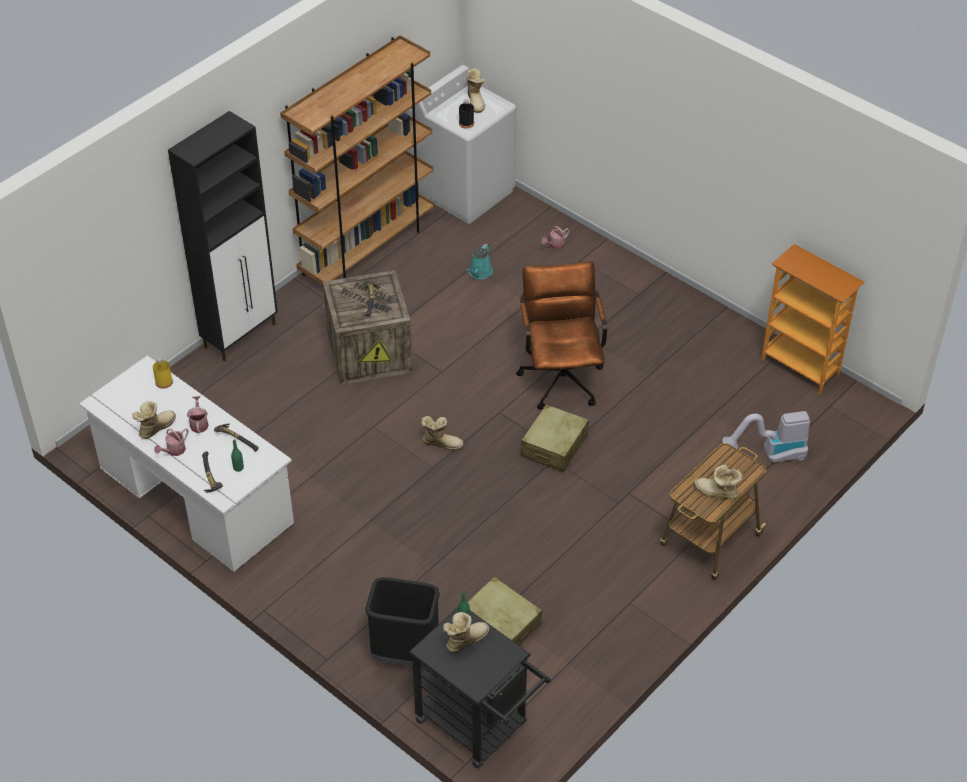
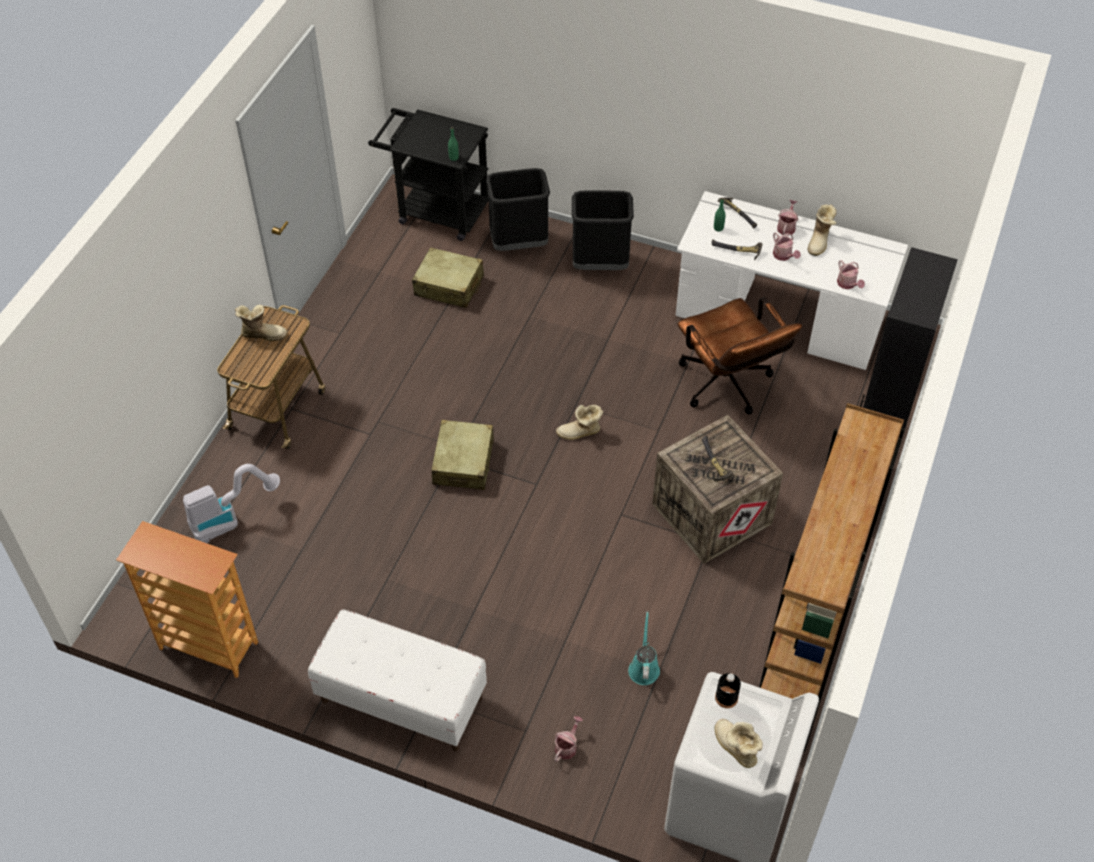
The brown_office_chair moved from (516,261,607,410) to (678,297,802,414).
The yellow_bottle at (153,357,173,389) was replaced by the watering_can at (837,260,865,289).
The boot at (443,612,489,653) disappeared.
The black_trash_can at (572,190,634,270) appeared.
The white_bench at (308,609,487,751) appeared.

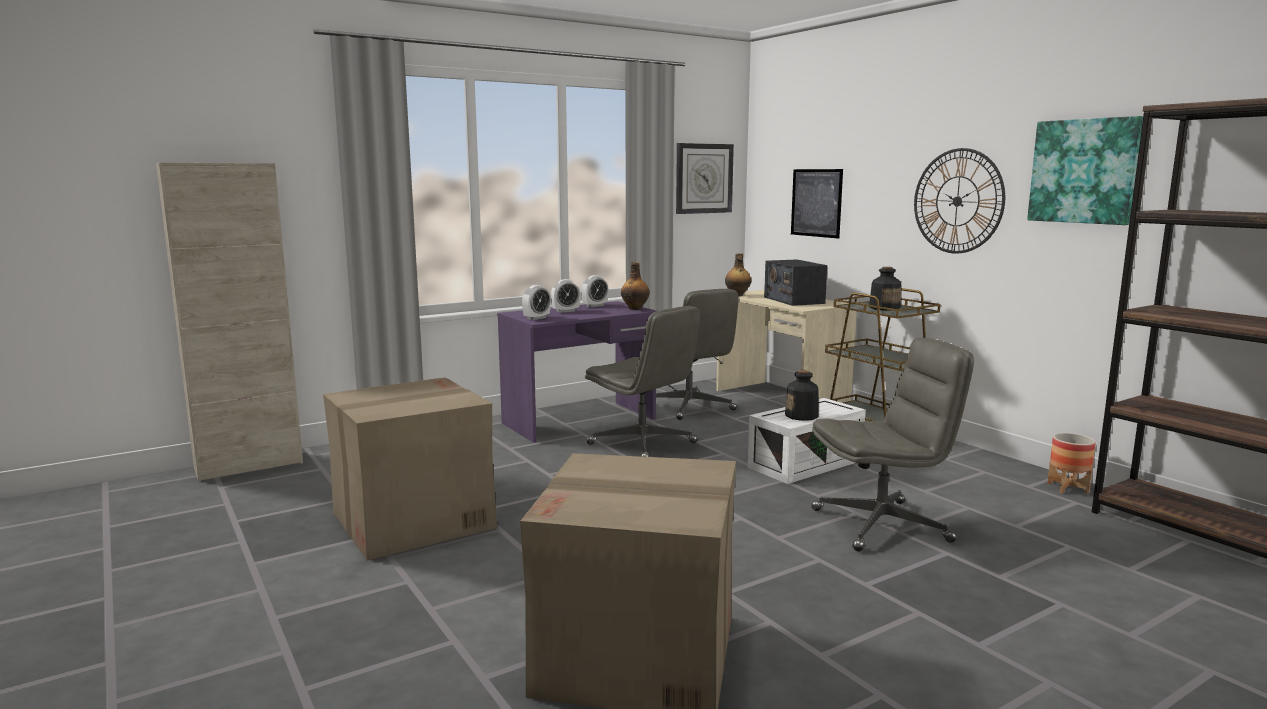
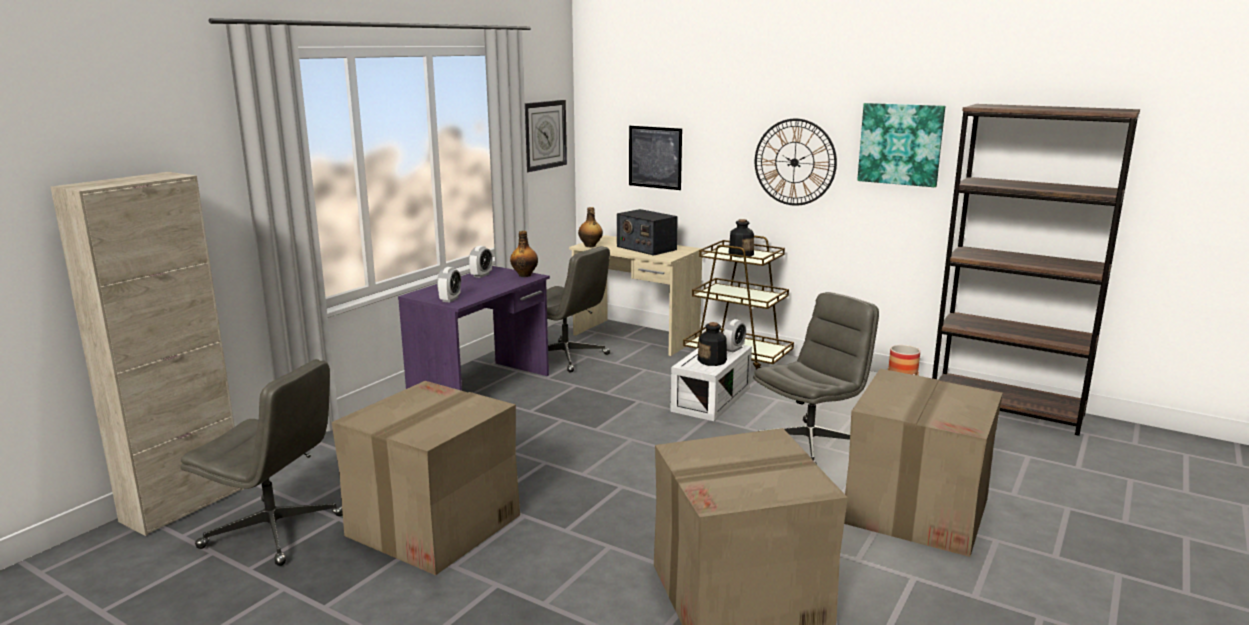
The alarm_clock moved from (551,279,581,313) to (723,319,746,353).
The grey_office_chair moved from (585,306,700,457) to (180,359,343,566).
The cardboard_box at (844,369,1003,557) appeared.

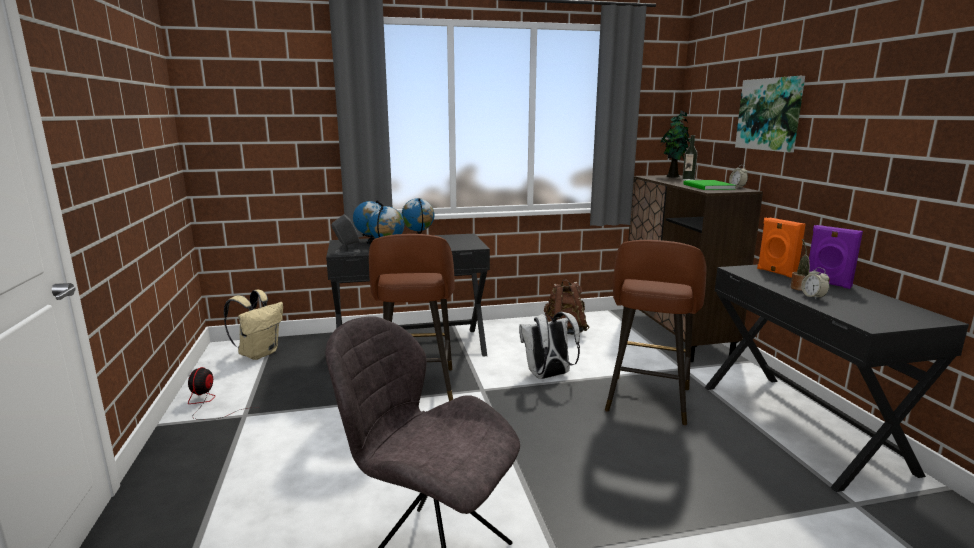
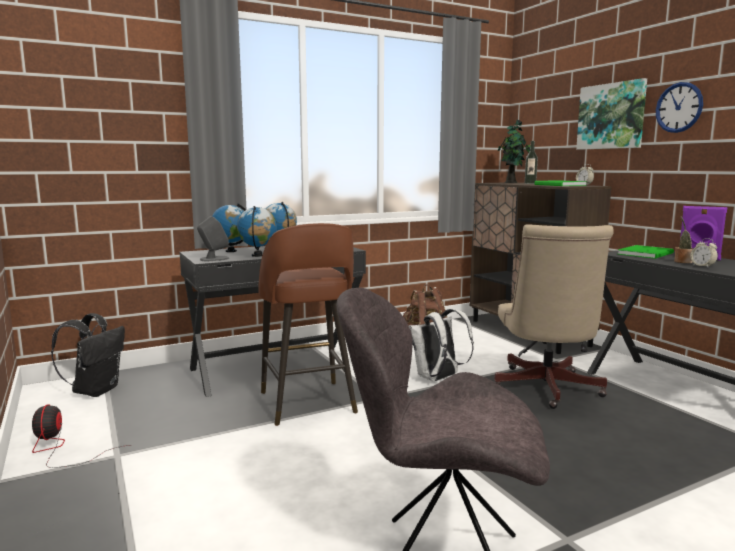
The orange_speaker at (757,218,806,278) was replaced by the green_book at (618,245,674,259).
The brown_stool at (605,240,706,425) was replaced by the beige_office_chair at (494,224,614,409).
The beige_backpack at (224,290,283,360) became the black_backpack at (51,313,125,397).
The wall_clock at (656,82,703,133) appeared.

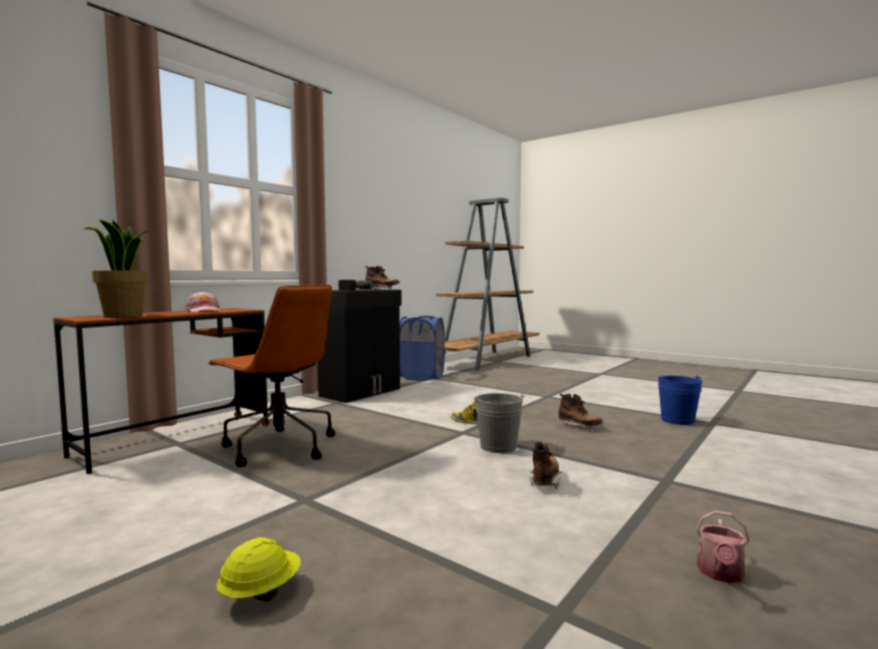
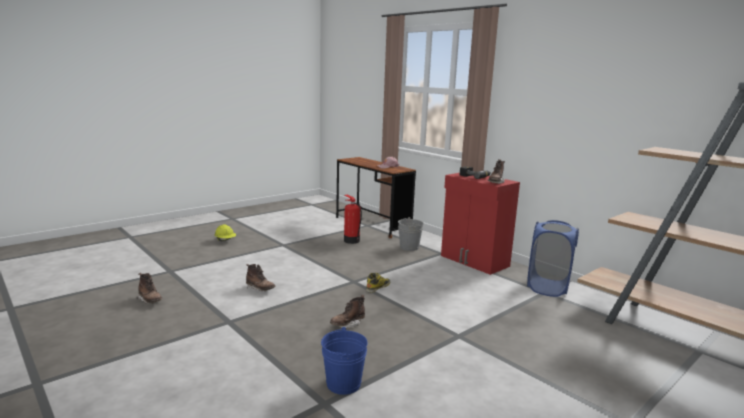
The potted_plant at (83,220,149,318) disappeared.
The brown_office_chair at (207,285,335,467) was replaced by the fire_extinguisher at (344,195,362,244).
The black_cabinet at (318,289,402,403) became the red_cabinet at (441,173,520,275).
The grey_bucket moved from (474,393,526,453) to (398,217,423,251).
The watering_can at (696,510,749,583) was replaced by the brown_boot at (137,273,162,304).

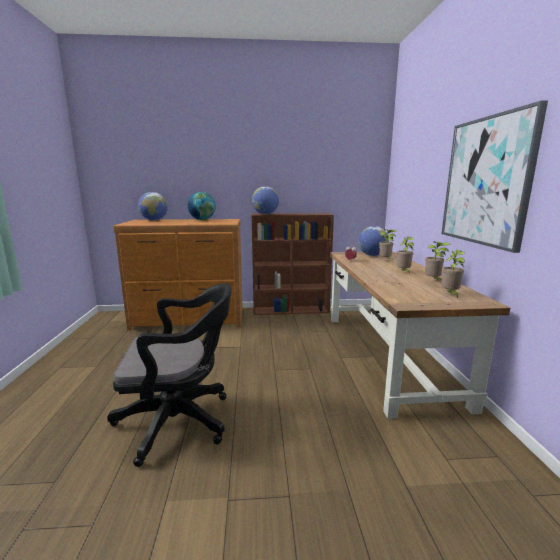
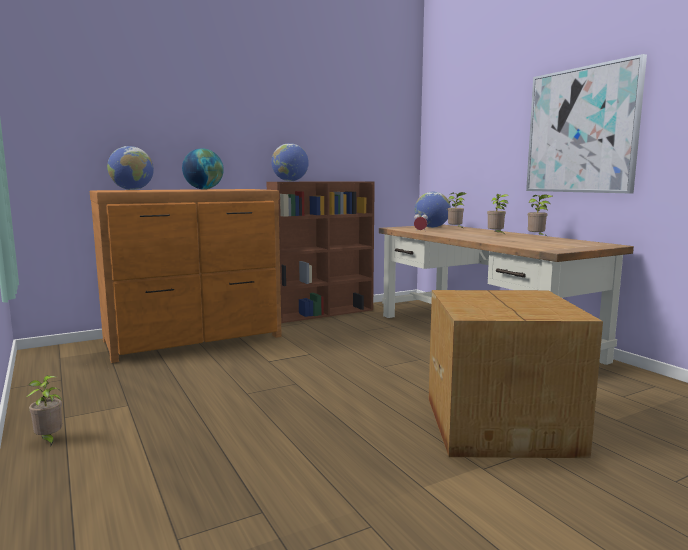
The potted_plant moved from (441,249,465,298) to (27,376,62,445).
The black_office_chair at (107,283,232,467) disappeared.
The cardboard_box at (429,290,603,458) appeared.

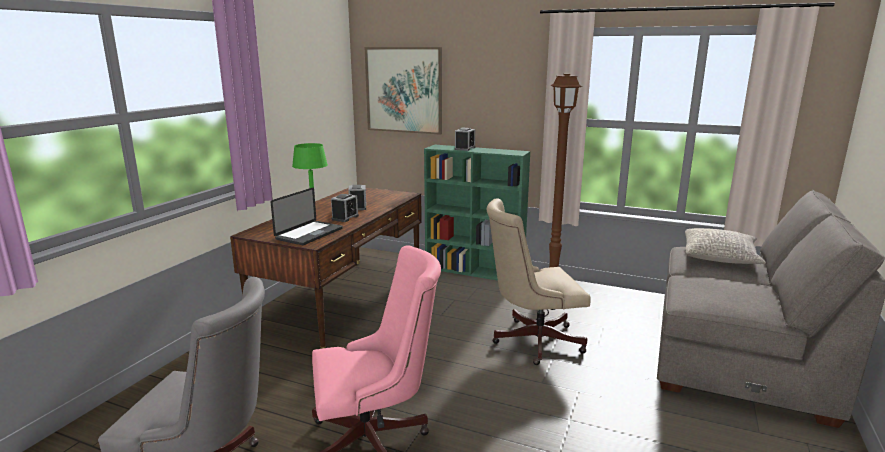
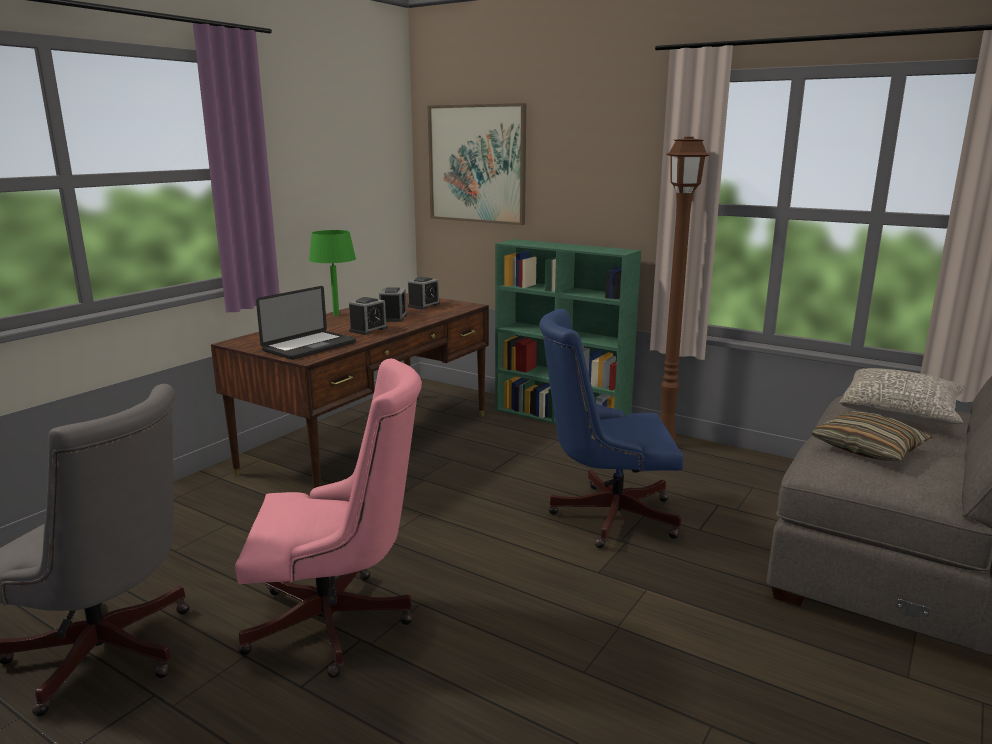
The alarm_clock moved from (455,128,475,151) to (408,277,440,310).
The beige_office_chair at (487,198,591,365) became the blue_office_chair at (539,309,683,548).
The pillow at (811,411,933,461) appeared.

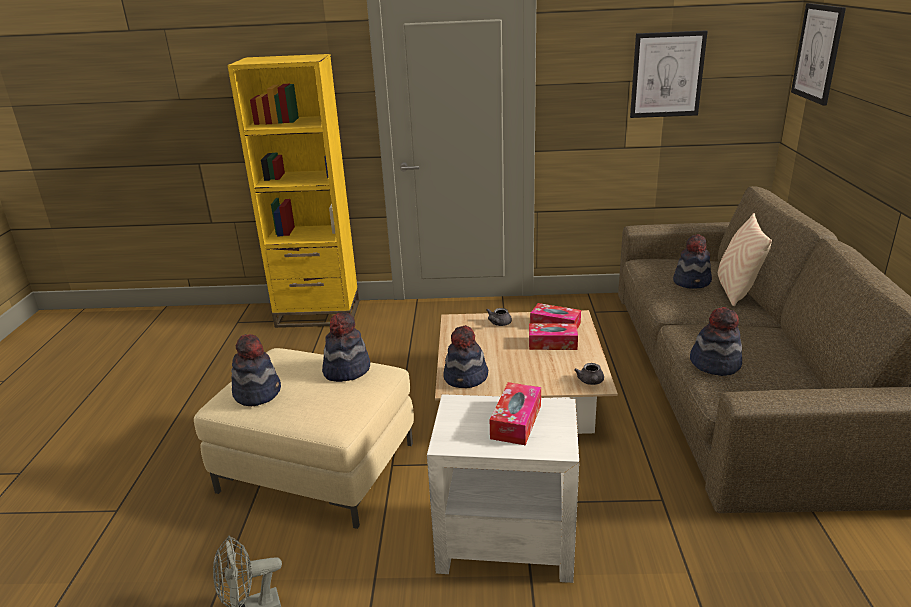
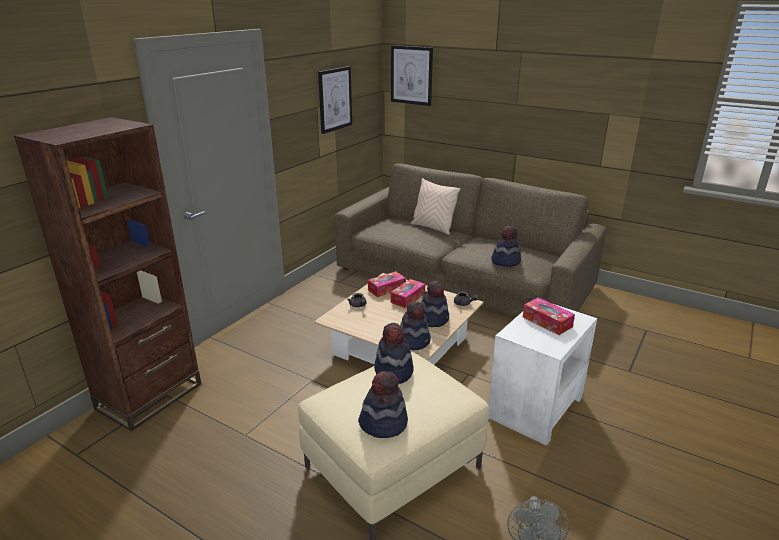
The yellow_bookcase at (227,54,359,328) became the brown_bookcase at (14,117,201,431).
The hat moved from (673,234,712,289) to (421,281,449,327).

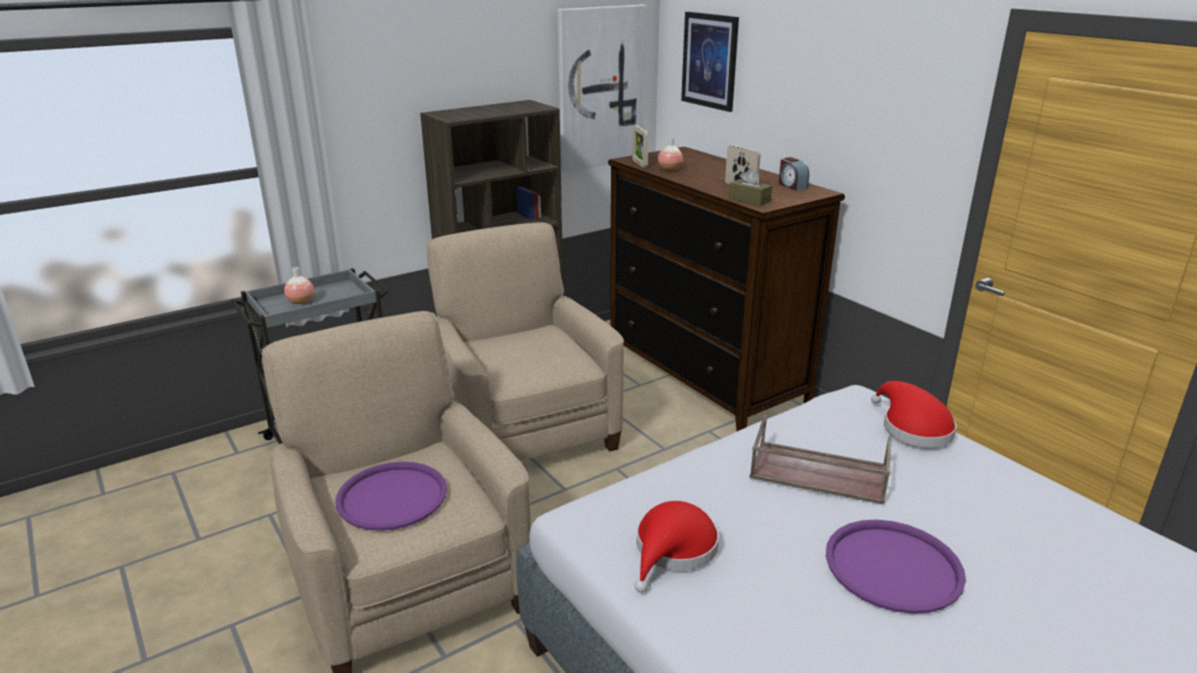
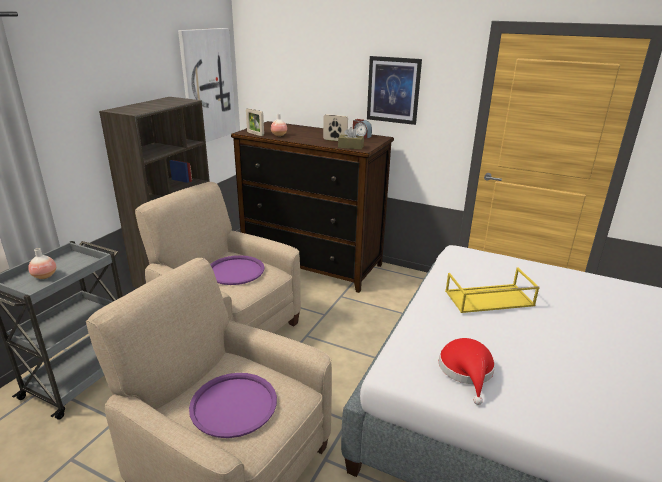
The picture moved from (681,12,739,112) to (367,56,422,125).
The red_hat at (871,381,957,447) disappeared.
The brown_tray at (749,415,892,504) became the yellow_tray at (445,267,540,313).
The purple_tray moved from (826,520,966,614) to (210,255,265,285).

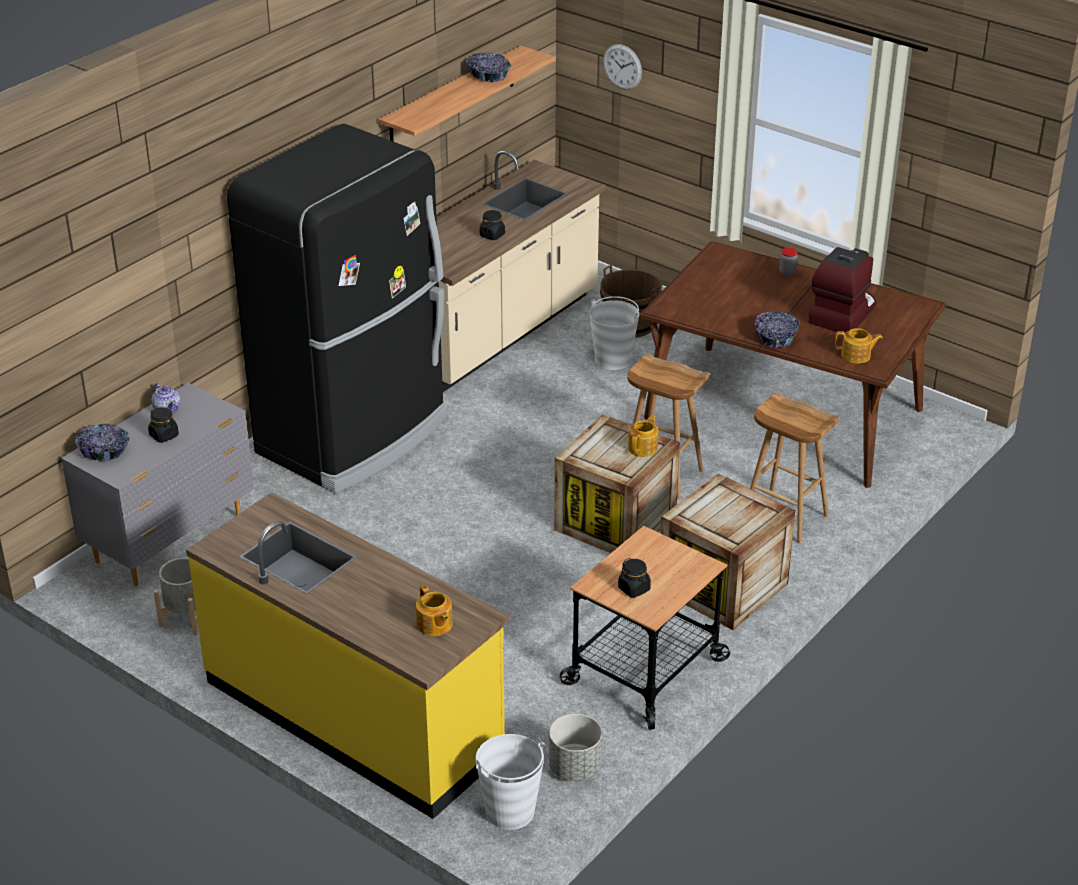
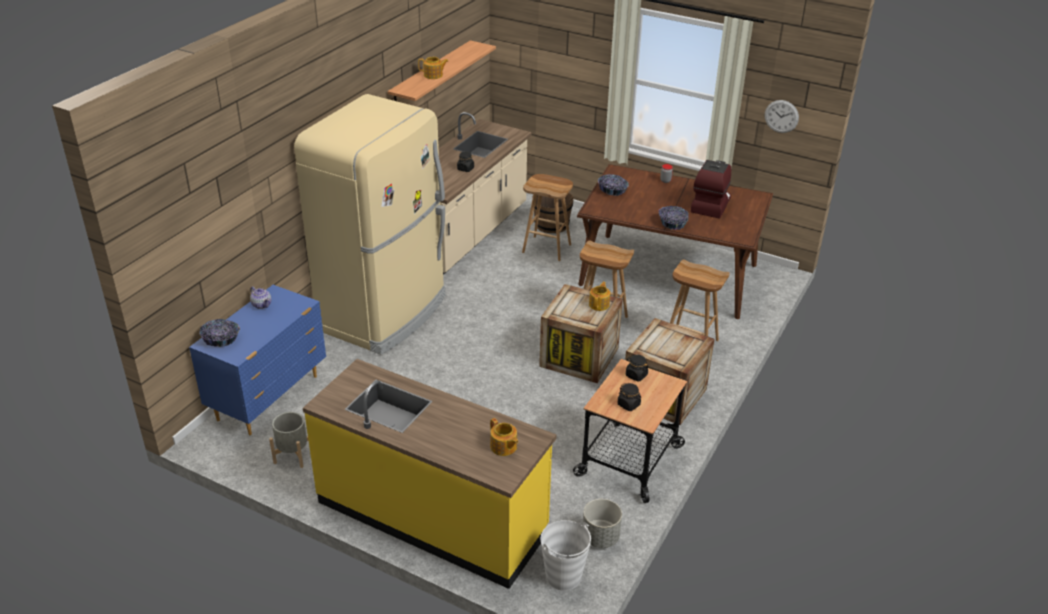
The wall_clock moved from (603,44,642,90) to (765,100,799,133).
The bowl moved from (466,52,511,82) to (598,174,629,196).
The black_fridge at (227,124,446,493) became the beige_fridge at (294,94,446,354).
The white_bucket at (589,296,639,370) was replaced by the brown_stool at (522,174,573,261).
The teapot moved from (835,328,883,364) to (418,57,449,79).
The grey_dresser at (61,383,254,586) became the blue_dresser at (189,285,326,435).
The black_jar moved from (148,408,179,443) to (626,355,648,381).

